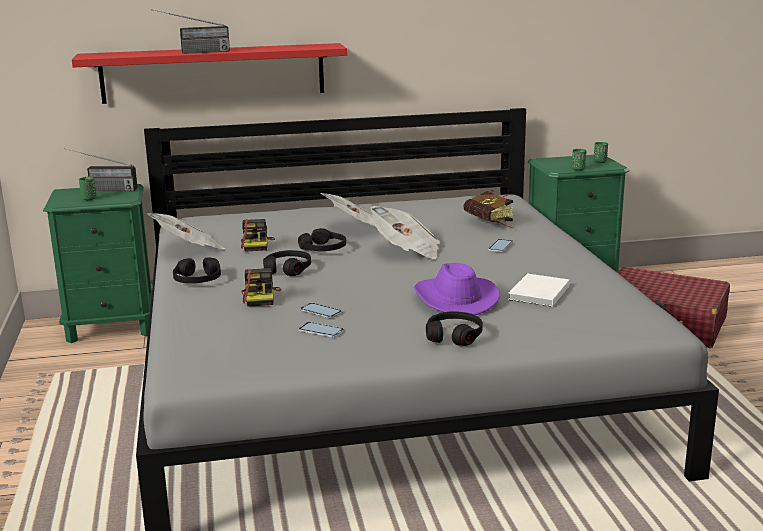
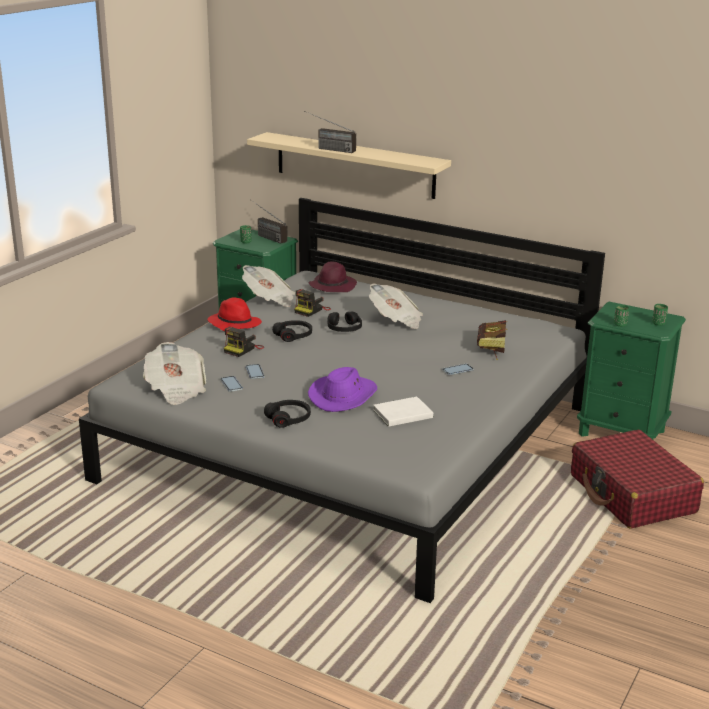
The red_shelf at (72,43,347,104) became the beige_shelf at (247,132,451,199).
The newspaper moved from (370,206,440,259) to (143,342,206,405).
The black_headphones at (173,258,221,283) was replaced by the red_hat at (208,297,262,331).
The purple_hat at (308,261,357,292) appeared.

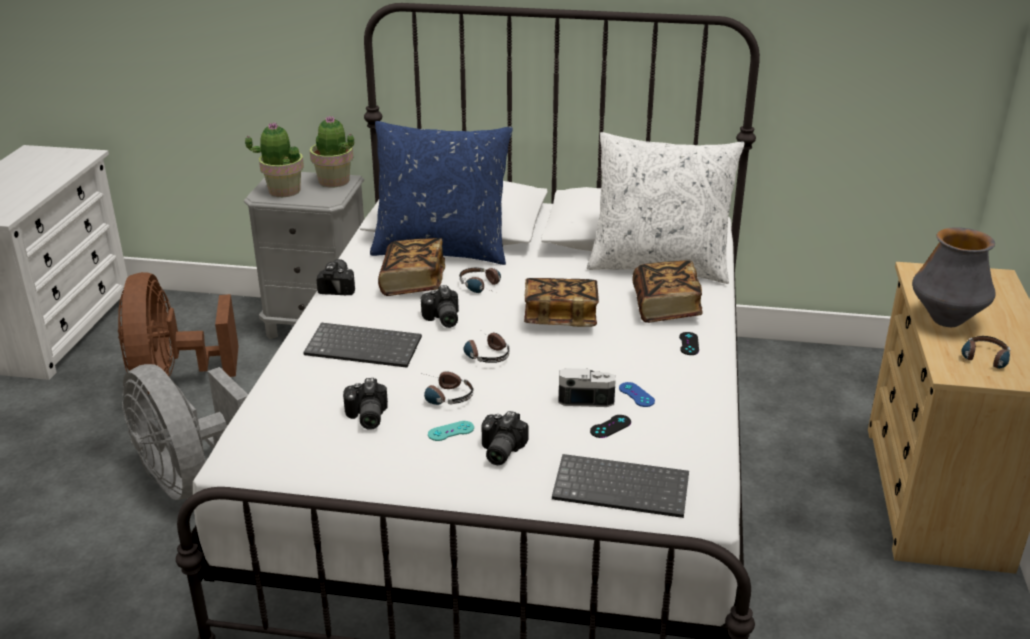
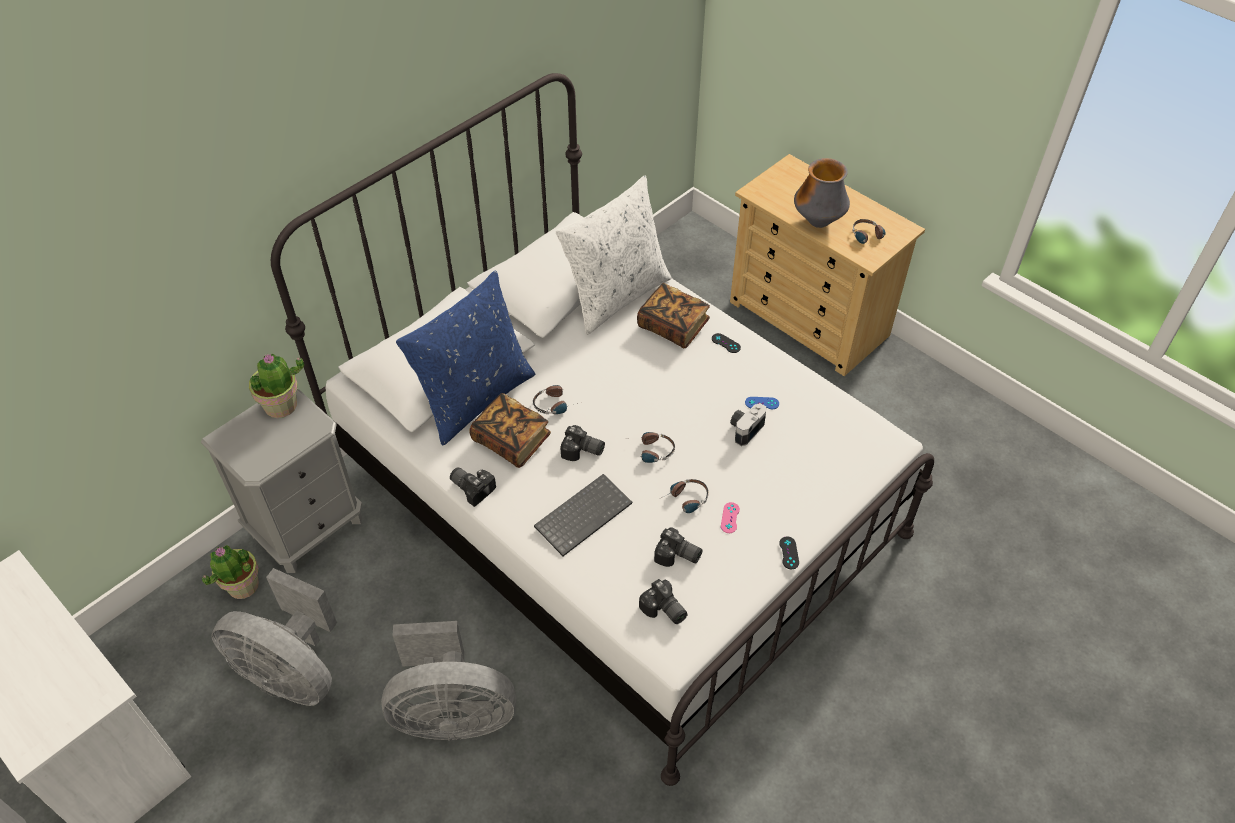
The potted_plant moved from (245,122,304,197) to (202,546,259,599).
The brown_fan at (118,272,239,394) became the grey_fan at (211,568,337,706).
The book at (524,278,599,327) disappeared.
The photo_camera moved from (482,411,529,465) to (639,578,688,624).
The black_game_controller moved from (590,415,631,438) to (779,536,799,569).
The turquoise_game_controller at (428,421,474,441) became the pink_game_controller at (721,502,740,533).
The keyboard at (552,454,689,518) disappeared.

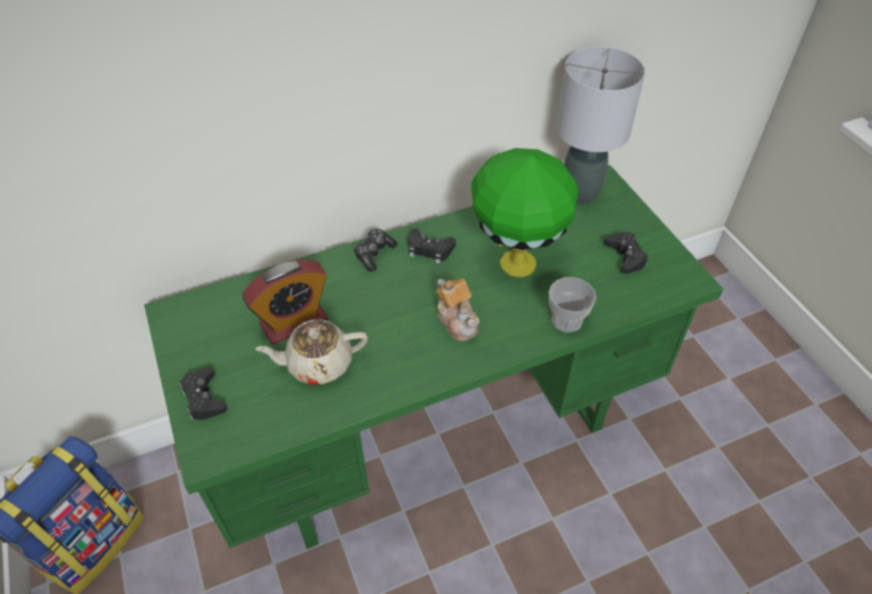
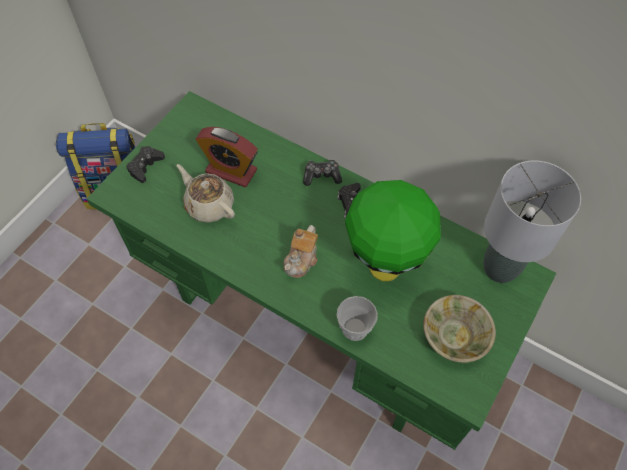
The black_game_controller at (604,232,648,274) was replaced by the beige_bowl at (423,295,496,363).

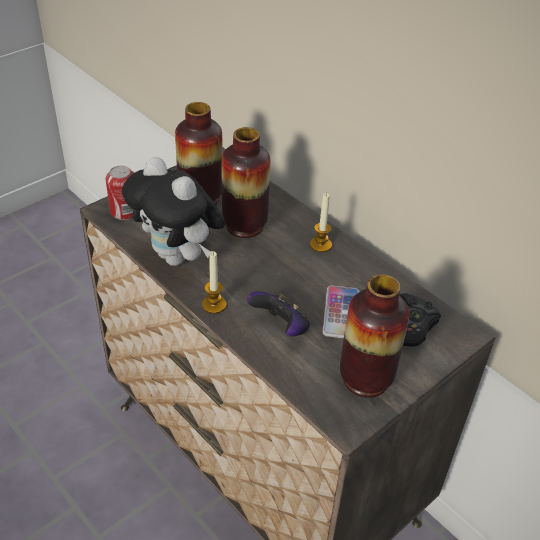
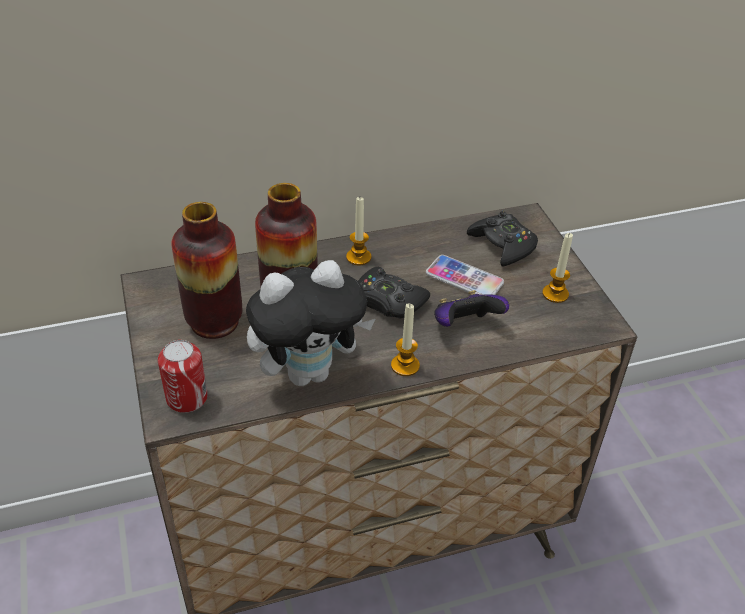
The vase at (340,274,410,398) was replaced by the candle at (542,233,573,303).
The black_game_controller at (358,267,430,318) appeared.

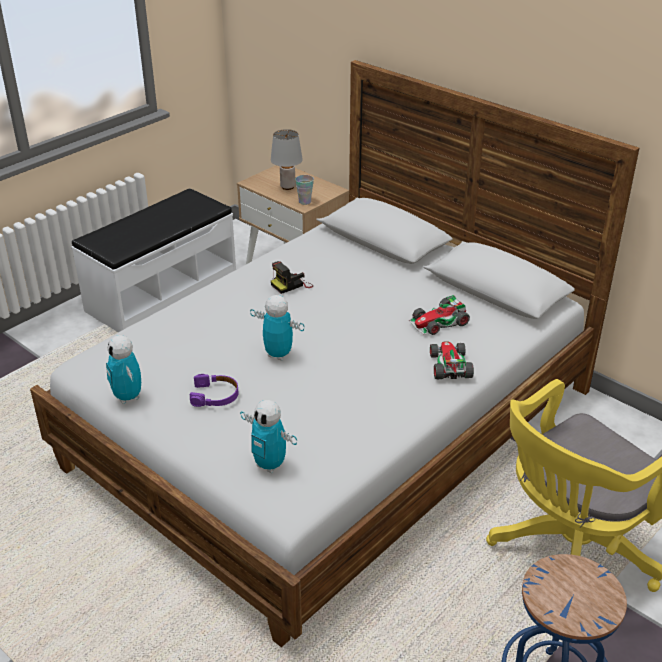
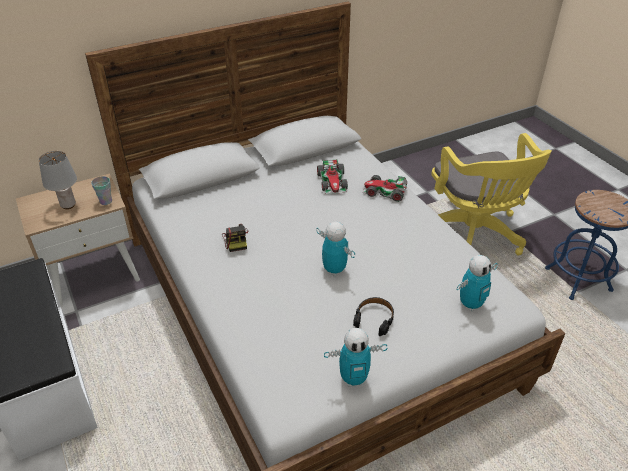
The toy_robot at (250,295,304,361) turned 90 degrees clockwise.
The purple_headphones at (190,374,239,407) became the black_headphones at (353,297,394,336).

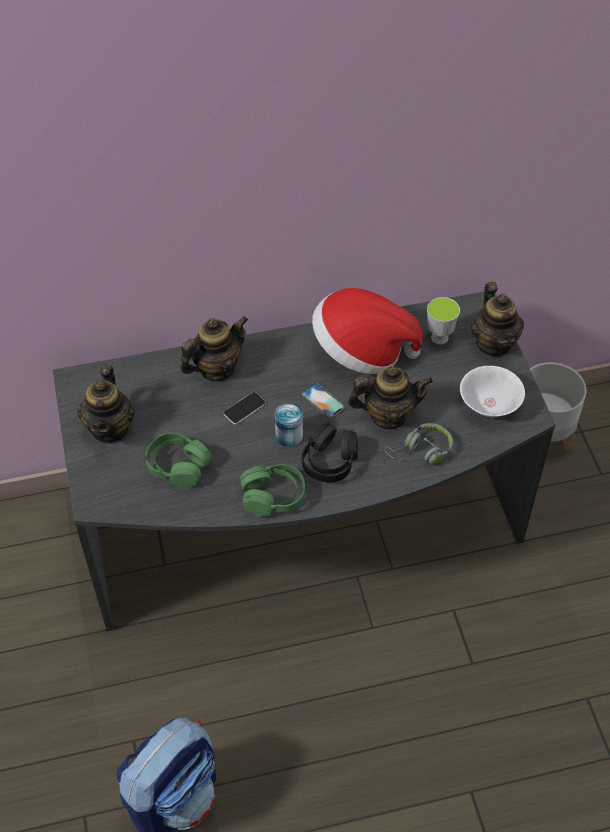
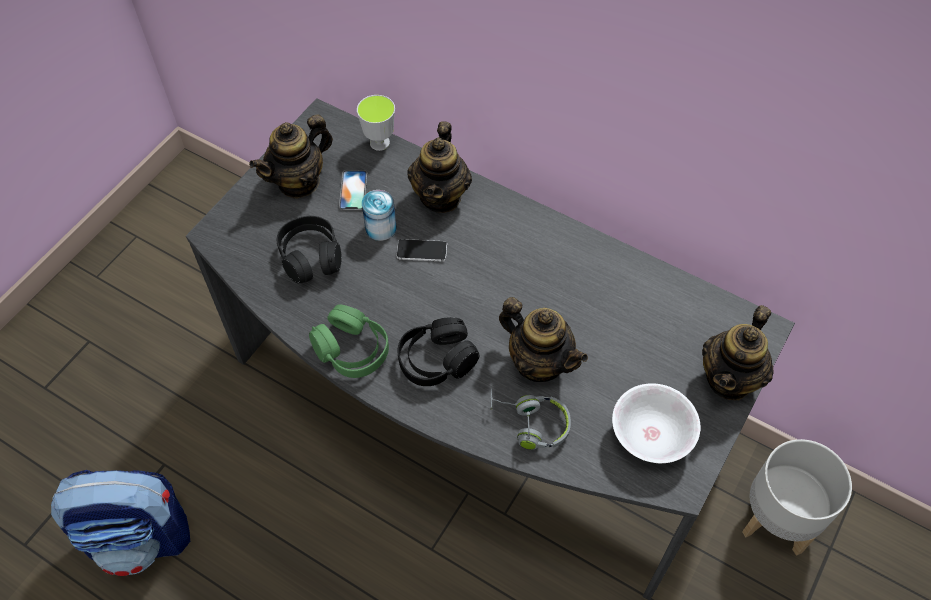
The hat at (312,288,423,374) disappeared.
The cup moved from (427,297,460,345) to (357,95,395,151).
The teapot at (180,316,248,381) turned 90 degrees clockwise.
The phone moved from (301,383,345,419) to (339,170,367,211).
The can moved from (275,403,303,447) to (362,190,397,241).
The green_headphones at (145,433,212,488) became the black_headphones at (277,216,342,284).

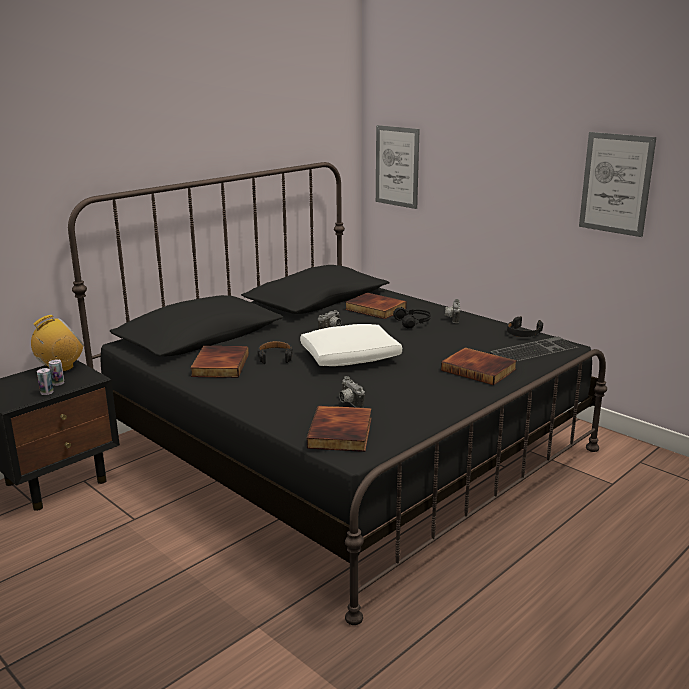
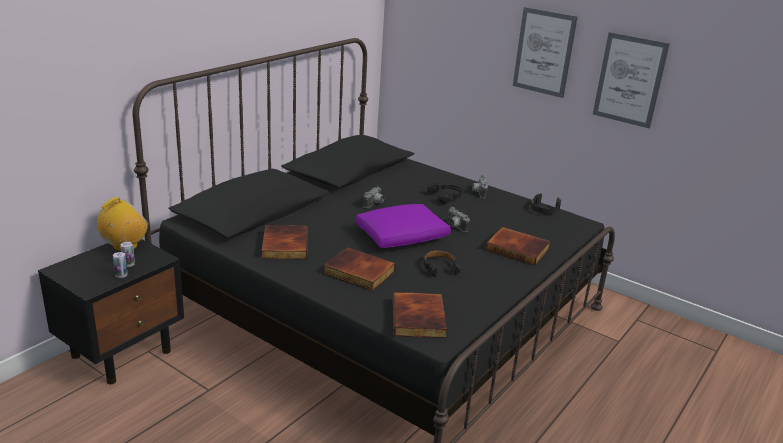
The picture moved from (376,125,420,209) to (513,7,578,98).
The book moved from (345,293,407,319) to (323,247,396,291).
The white_pillow at (300,324,402,366) became the purple_pillow at (355,204,451,248).
The keyboard at (490,337,578,361) disappeared.
The black_headphones moved from (257,341,293,364) to (423,250,461,277).
The photo_camera moved from (339,376,365,408) to (447,207,470,232).

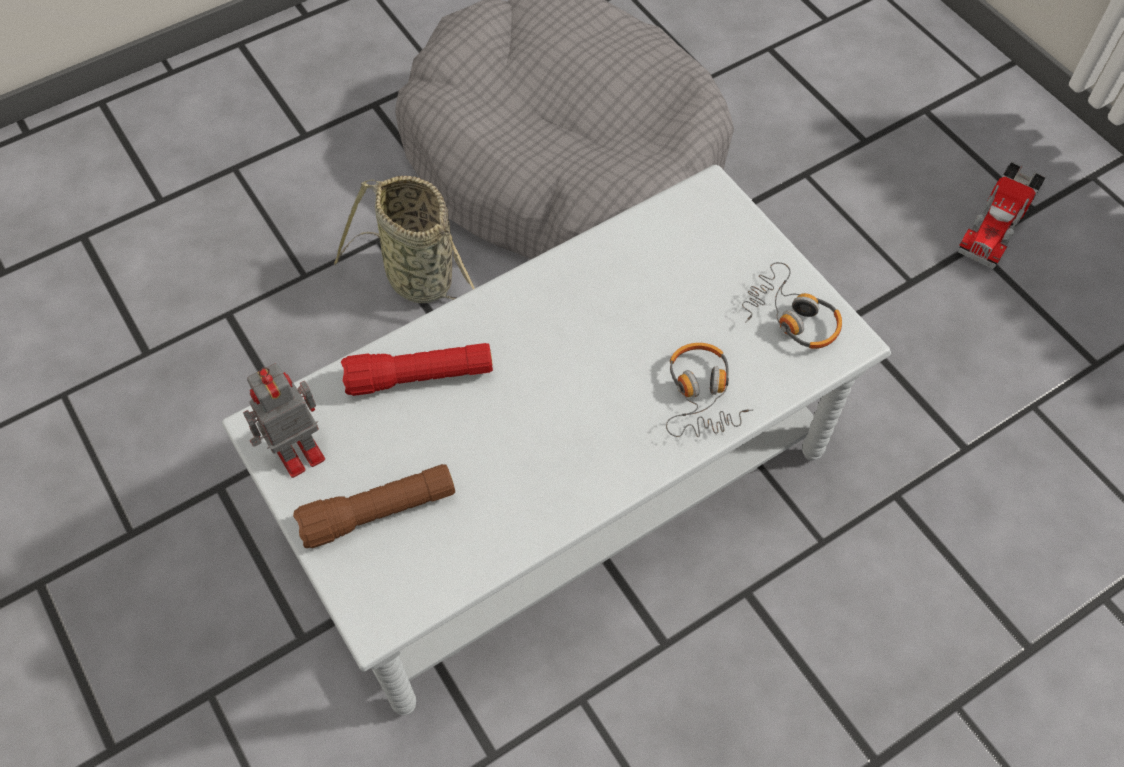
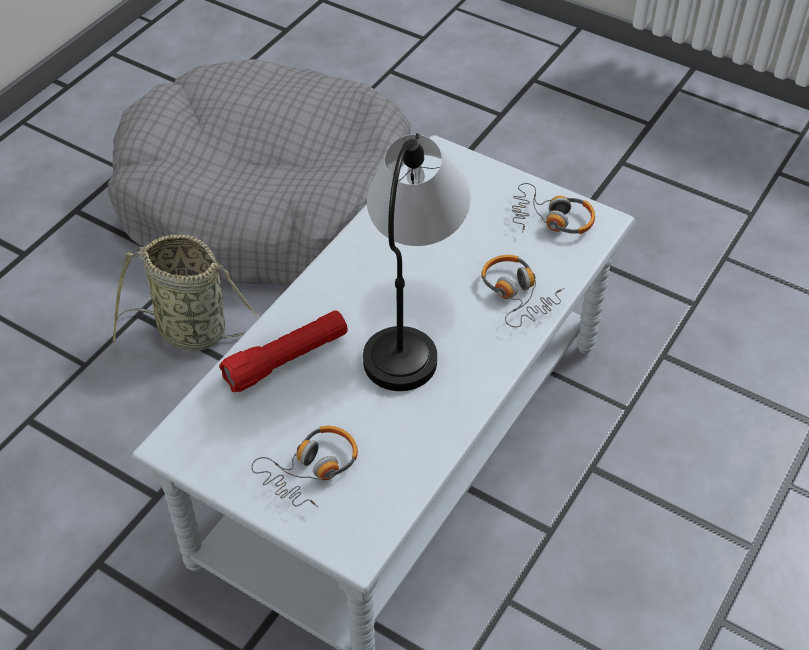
The toy_truck at (958,161,1046,269) disappeared.
The toy_robot at (243,363,325,478) disappeared.
The brown_flashlight at (293,464,455,548) was replaced by the headphones at (251,426,358,507).
The table_lamp at (363,133,470,391) appeared.

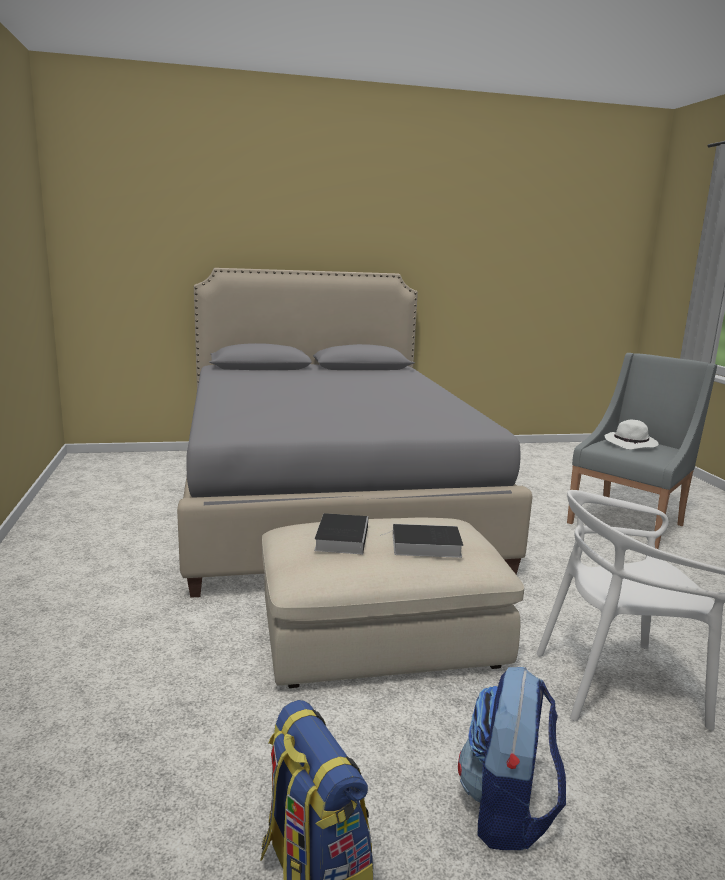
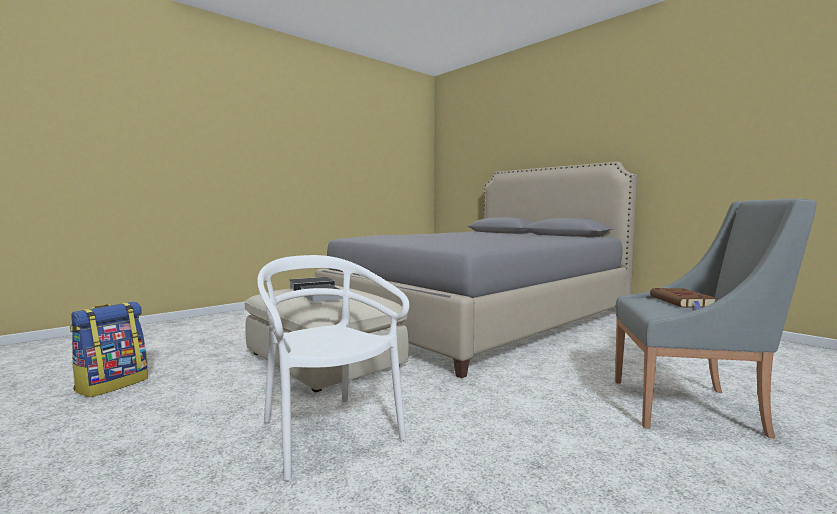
The white_hat at (605,420,659,449) was replaced by the brown_book at (650,288,717,309).
The backpack at (458,667,566,850) disappeared.

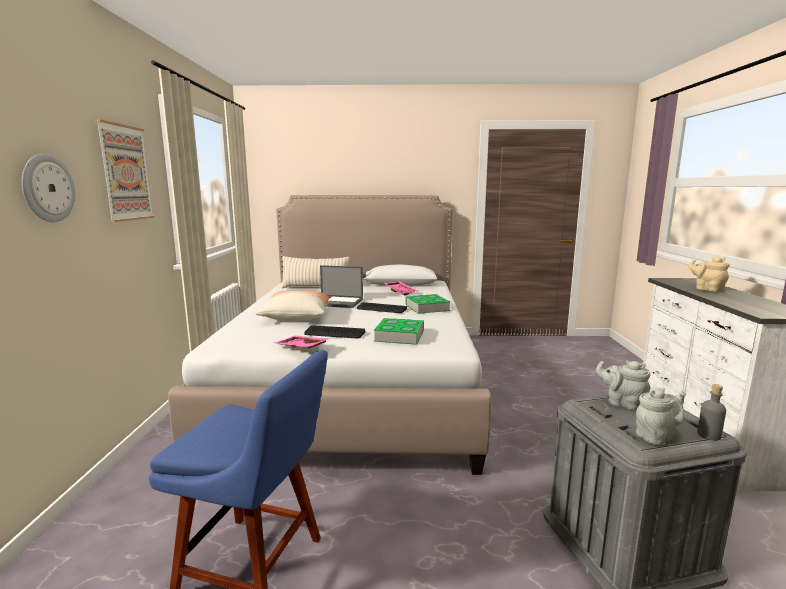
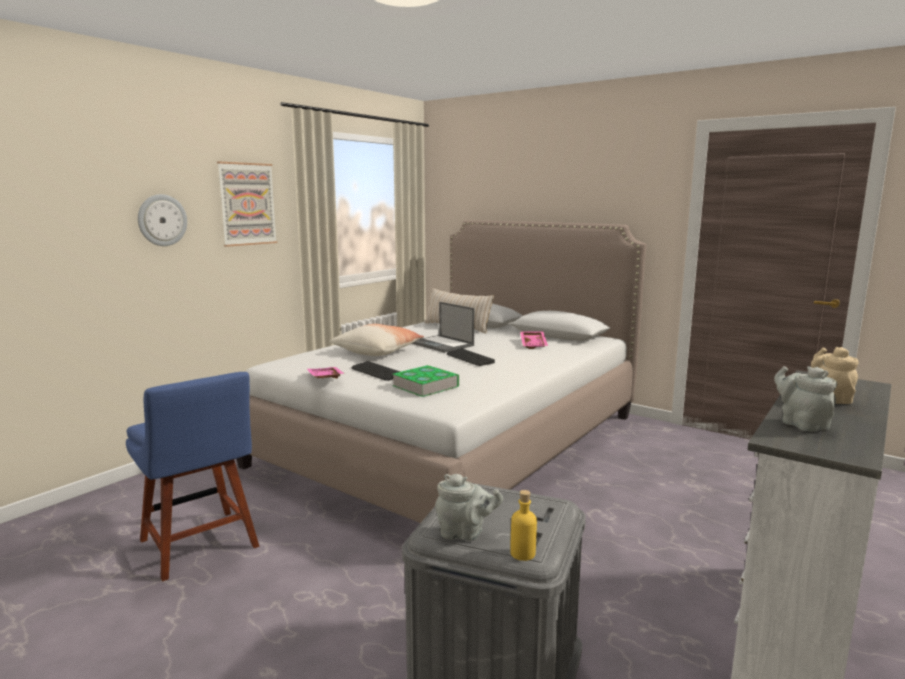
The book at (406,294,450,314) disappeared.
The grey_teapot moved from (596,361,651,410) to (774,366,837,431).
The grey_bottle at (697,384,726,441) became the yellow_bottle at (510,490,537,561).

